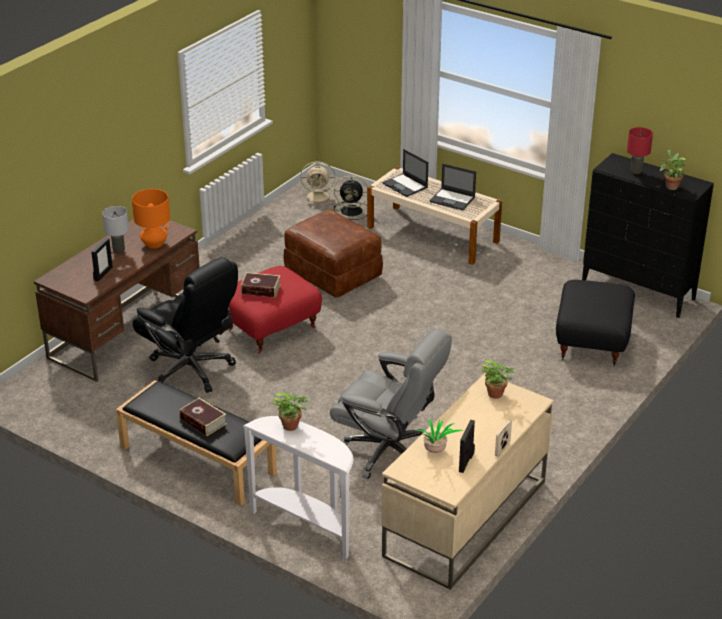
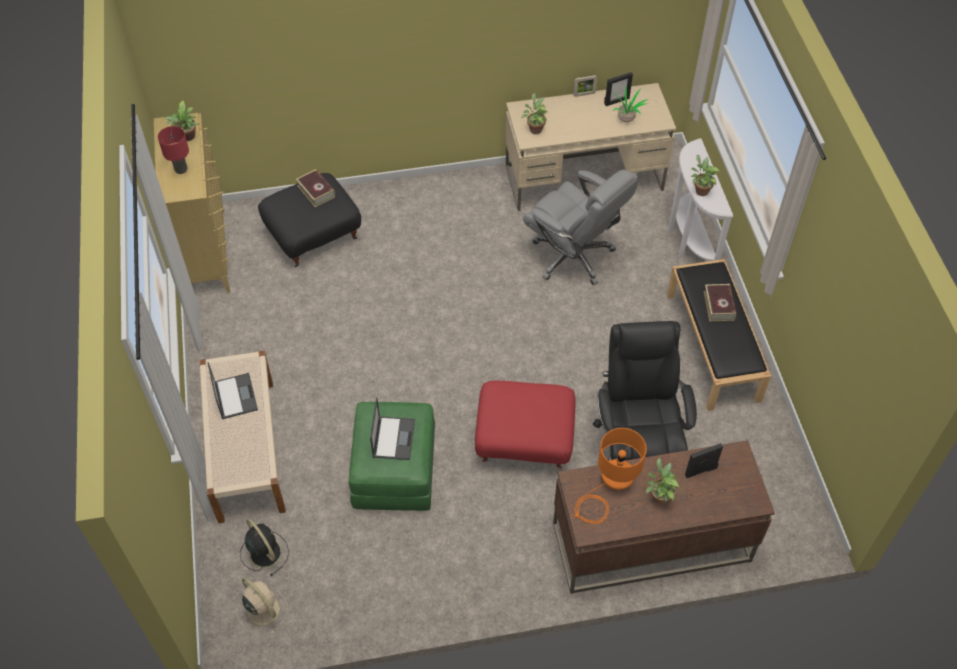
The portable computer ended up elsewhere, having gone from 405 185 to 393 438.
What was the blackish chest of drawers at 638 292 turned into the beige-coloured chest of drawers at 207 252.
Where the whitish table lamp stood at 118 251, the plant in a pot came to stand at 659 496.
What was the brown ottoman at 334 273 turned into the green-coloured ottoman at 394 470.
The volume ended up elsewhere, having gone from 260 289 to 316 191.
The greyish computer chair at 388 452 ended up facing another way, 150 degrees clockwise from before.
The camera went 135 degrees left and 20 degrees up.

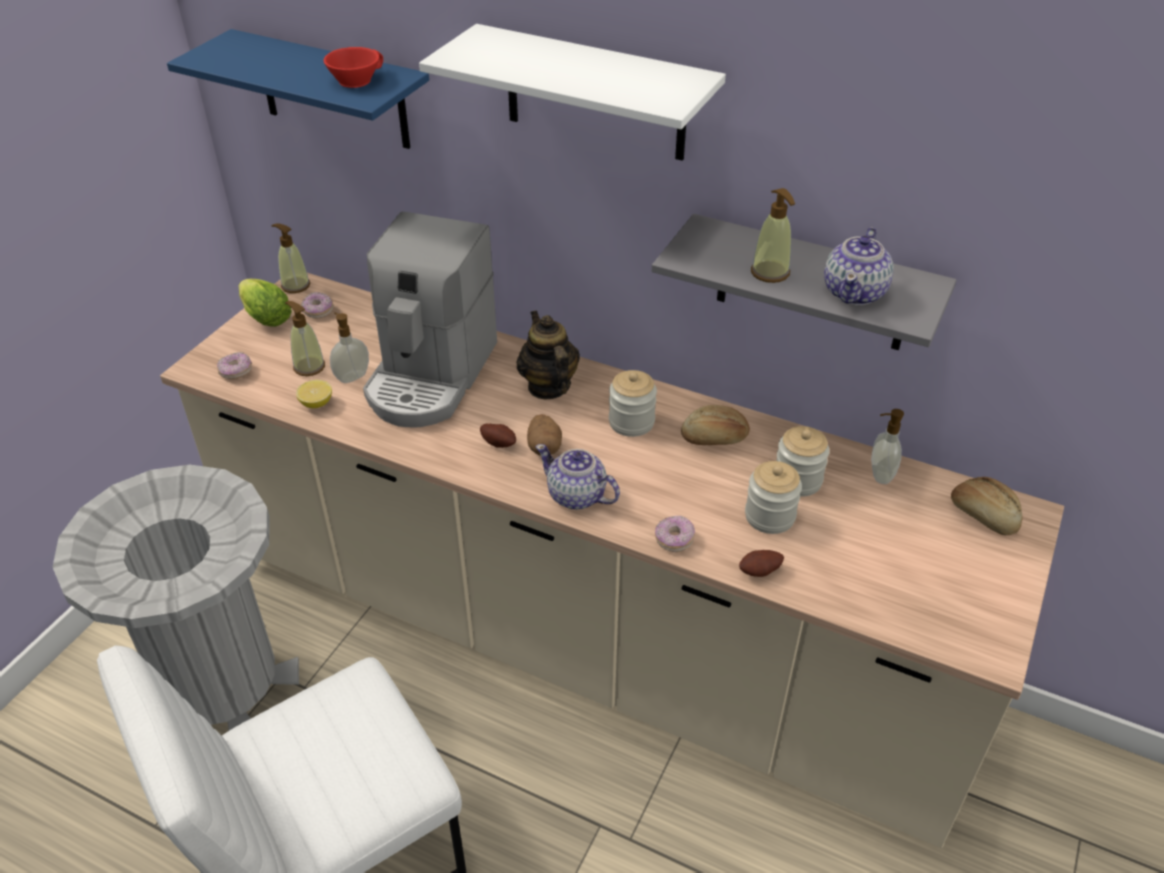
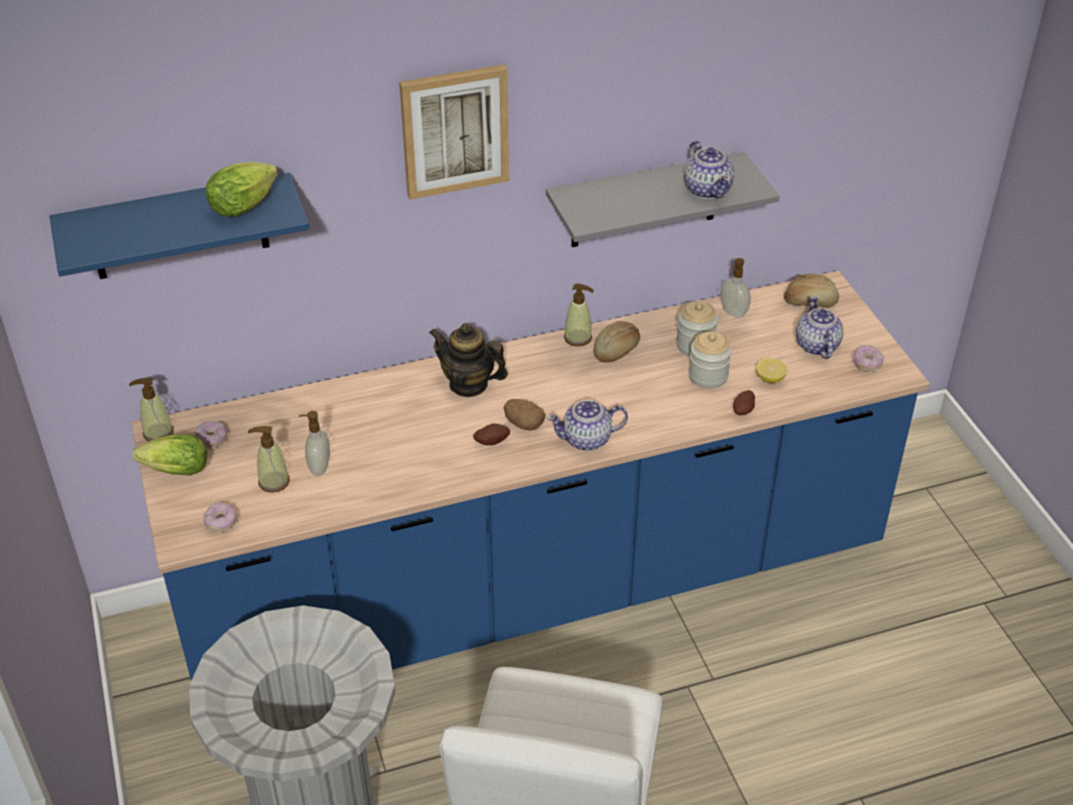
Where the whitish wall shelf hung at 595 94, the wall picture came to hang at 454 130.
Where the reddish small cup stood at 355 79, the lettuce head came to stand at 246 205.
The soap dispenser ended up elsewhere, having gone from 770 273 to 578 338.
The second view lost the coffee machine at 431 376.
What was the beige-coloured counter at 582 636 turned into the blue-coloured counter at 536 587.
The second view lost the storage jar at 631 422.
The citrus fruit ended up elsewhere, having gone from 316 403 to 770 379.
The donut ended up elsewhere, having gone from 674 540 to 867 364.
The second view gained the tea pot at 816 346.
The camera went 45 degrees left and 0 degrees up.

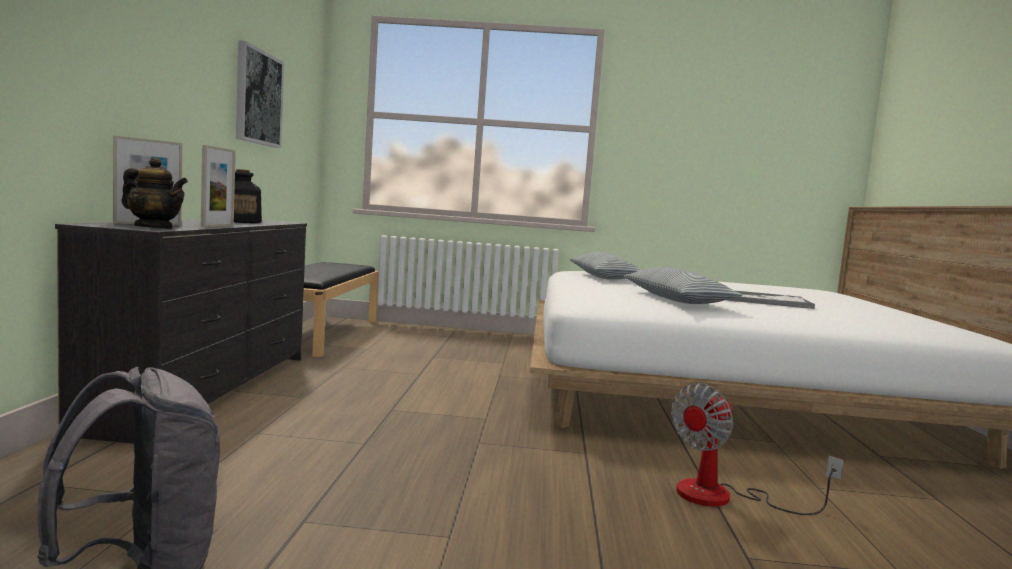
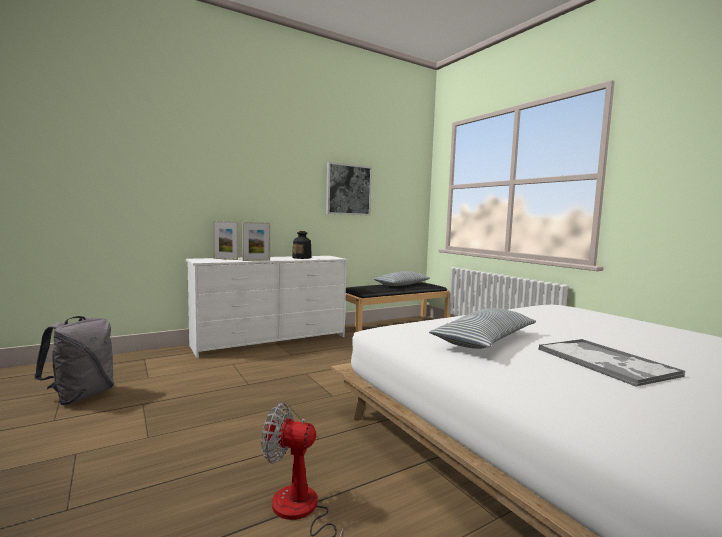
The second view lost the tea pot at 154 228.
What was the blackish chest of drawers at 207 390 turned into the whitish chest of drawers at 271 341.
The throw pillow ended up elsewhere, having gone from 603 277 to 402 285.
The camera went 55 degrees right and 0 degrees up.

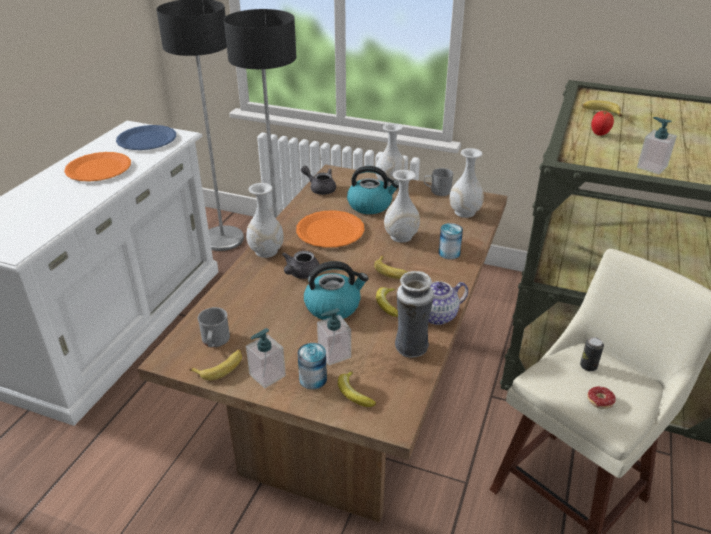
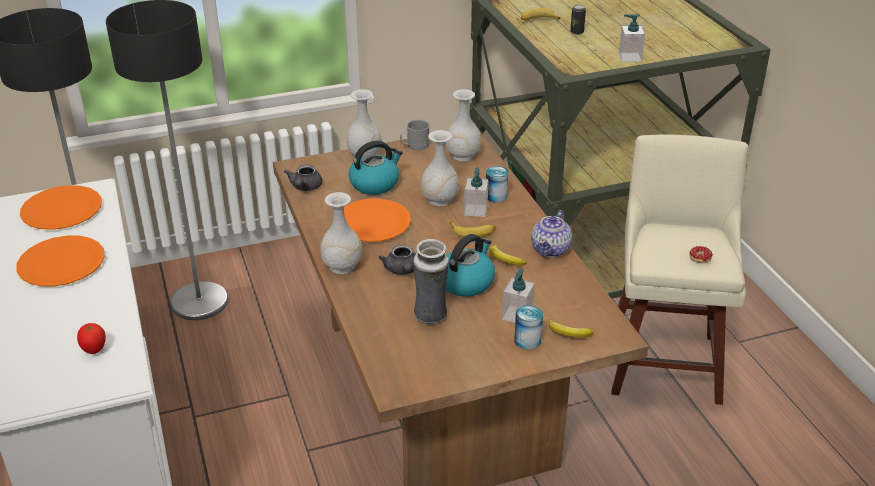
The tomato ended up elsewhere, having gone from 599 134 to 94 350.
What was the blue-coloured dinner plate at 147 140 turned into the orange dinner plate at 62 210.
The greyish tea pot at 320 188 ended up facing another way, 75 degrees counterclockwise from before.
The flower vase ended up elsewhere, having gone from 411 349 to 431 316.
The second view lost the greyish mug at 215 341.
The soap dispenser ended up elsewhere, having gone from 267 375 to 475 210.
The sealed can ended up elsewhere, having gone from 588 366 to 577 32.
The second view lost the banana fruit at 220 367.
The camera went 40 degrees left and 0 degrees up.

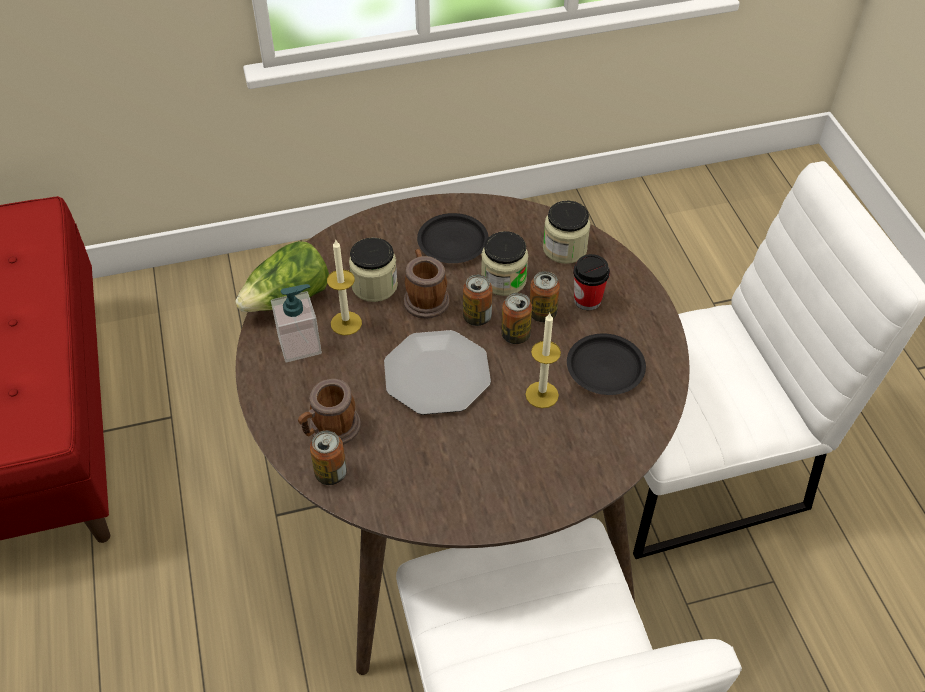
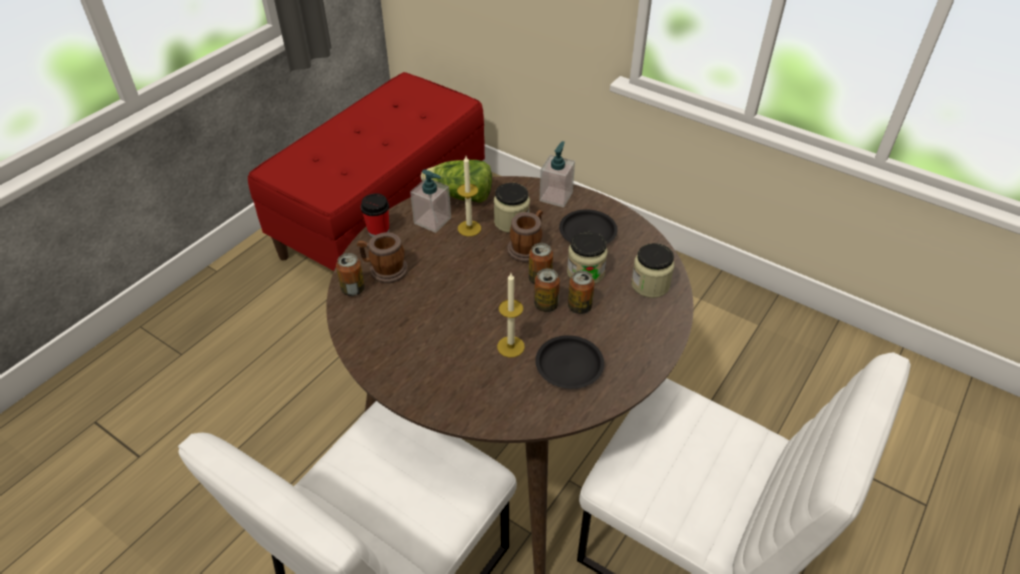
The small cup ended up elsewhere, having gone from 587 300 to 378 231.
The second view lost the dinner plate at 437 374.
The second view gained the soap dispenser at 556 196.
The camera went 50 degrees right and 5 degrees down.

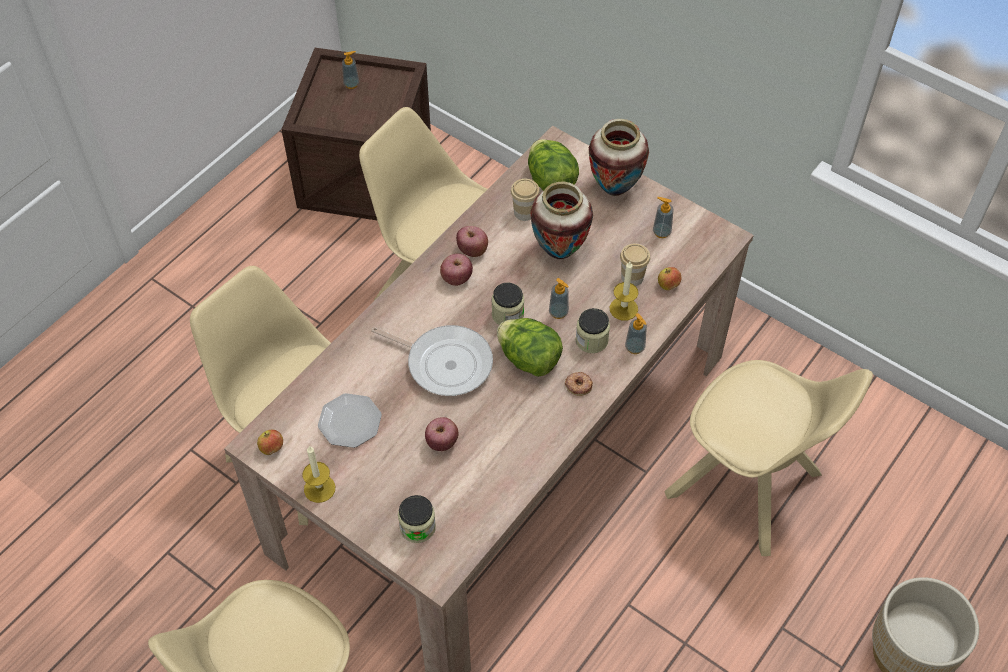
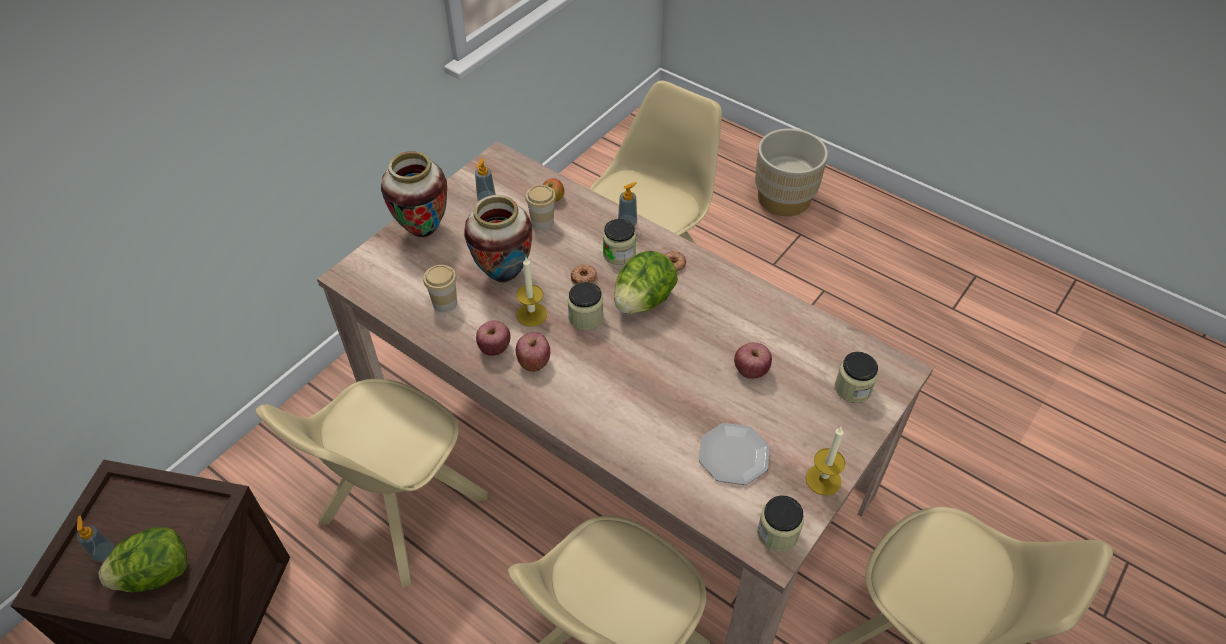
The lettuce head ended up elsewhere, having gone from 551 181 to 157 574.
The wax light ended up elsewhere, having gone from 623 308 to 531 314.
Where the soap dispenser stood at 558 312, the donut came to stand at 584 277.
The second view lost the skillet at 445 363.
Where the whole apple stood at 272 448, the storage jar came to stand at 777 533.
The camera went 90 degrees left and 5 degrees down.

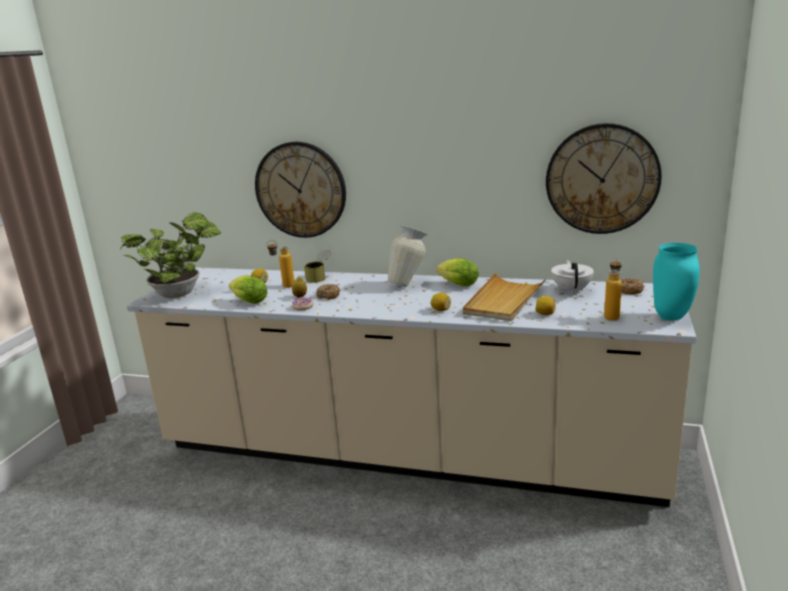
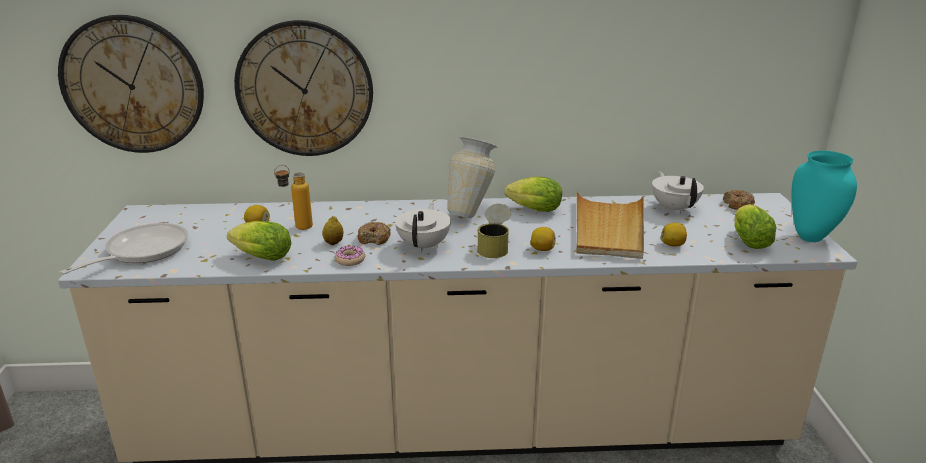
The hanging clock ended up elsewhere, having gone from 602 179 to 133 85.
Where the plant in a pot stood at 181 293, the skillet came to stand at 141 251.
The sealed can ended up elsewhere, having gone from 319 277 to 495 246.
Where the drink bottle stood at 612 315, the lettuce head came to stand at 748 240.
The second view gained the whitish tea pot at 424 246.
The camera went 20 degrees left and 5 degrees up.

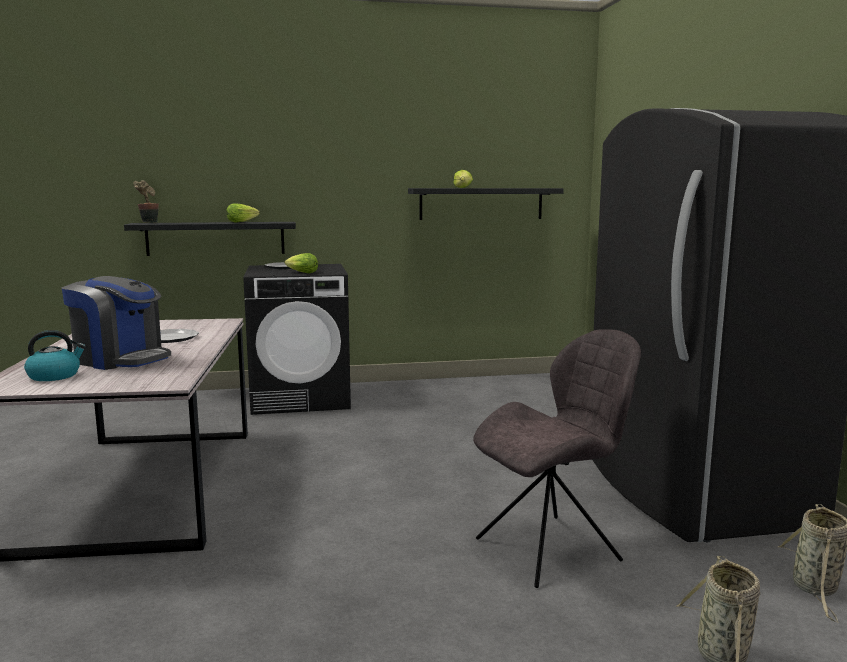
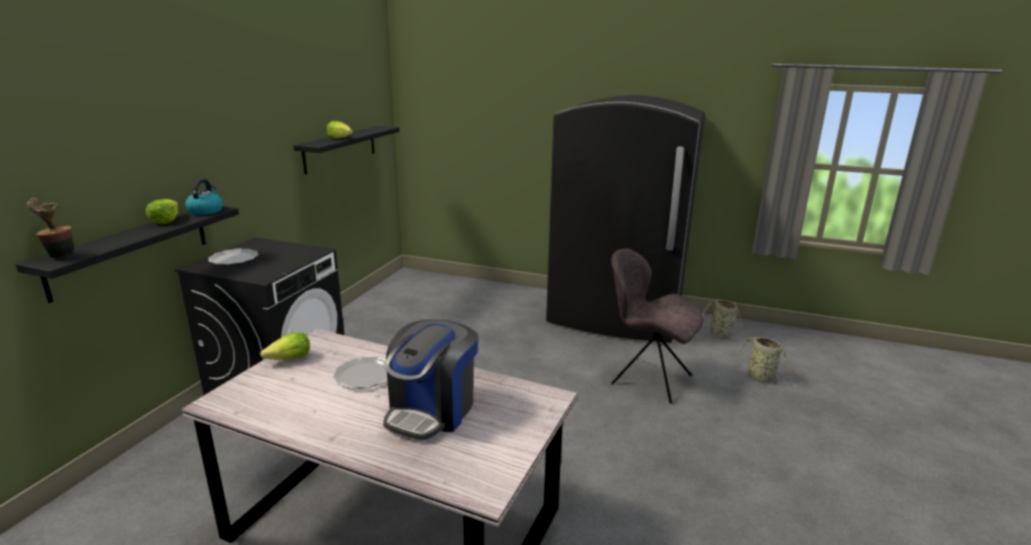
The lettuce head ended up elsewhere, having gone from 302 273 to 290 359.
The coffee machine at 121 359 ended up facing another way, 150 degrees clockwise from before.
The greyish plain chair at 552 548 ended up facing another way, 60 degrees counterclockwise from before.
The water kettle ended up elsewhere, having gone from 55 376 to 206 211.
The camera went 60 degrees left and 10 degrees up.

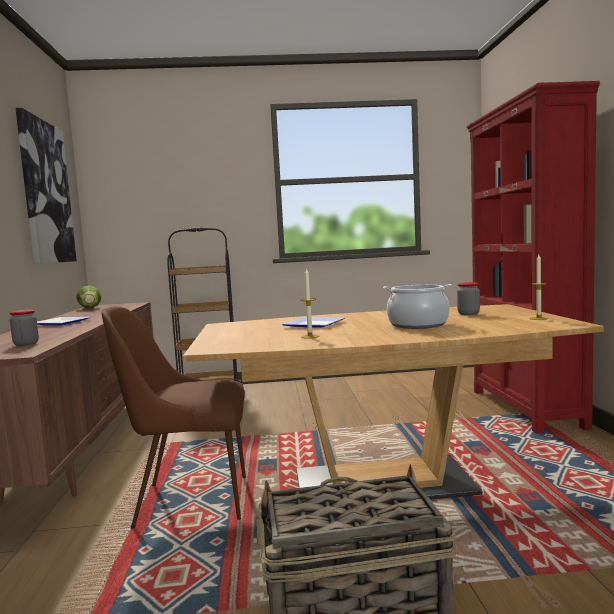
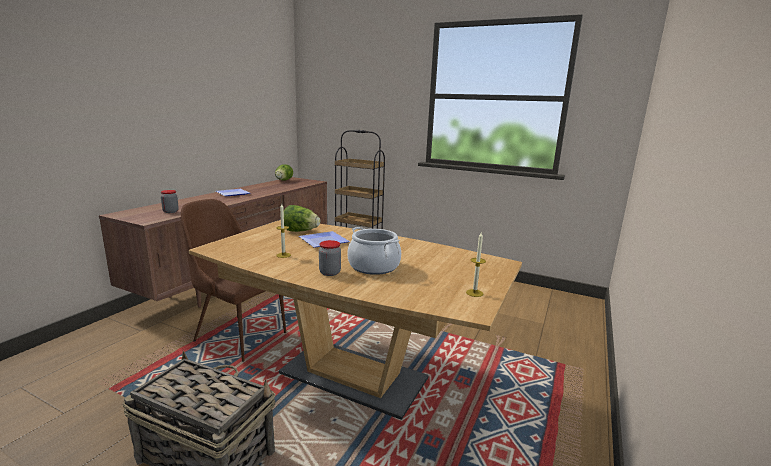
The second view lost the reddish bookcase at 526 408.
The second view lost the wall picture at 45 192.
The storage jar ended up elsewhere, having gone from 468 314 to 330 273.
The second view gained the lettuce head at 300 231.
The camera went 30 degrees right and 10 degrees up.

